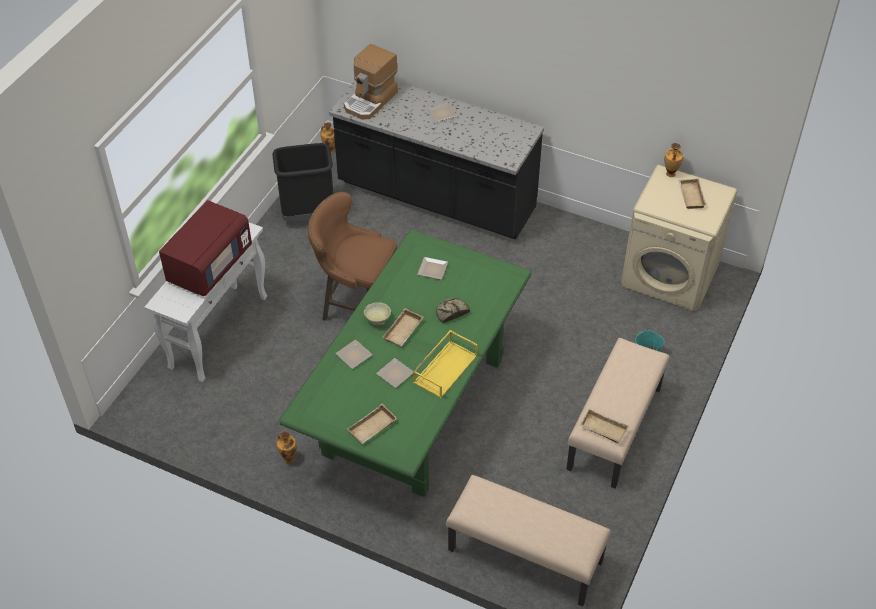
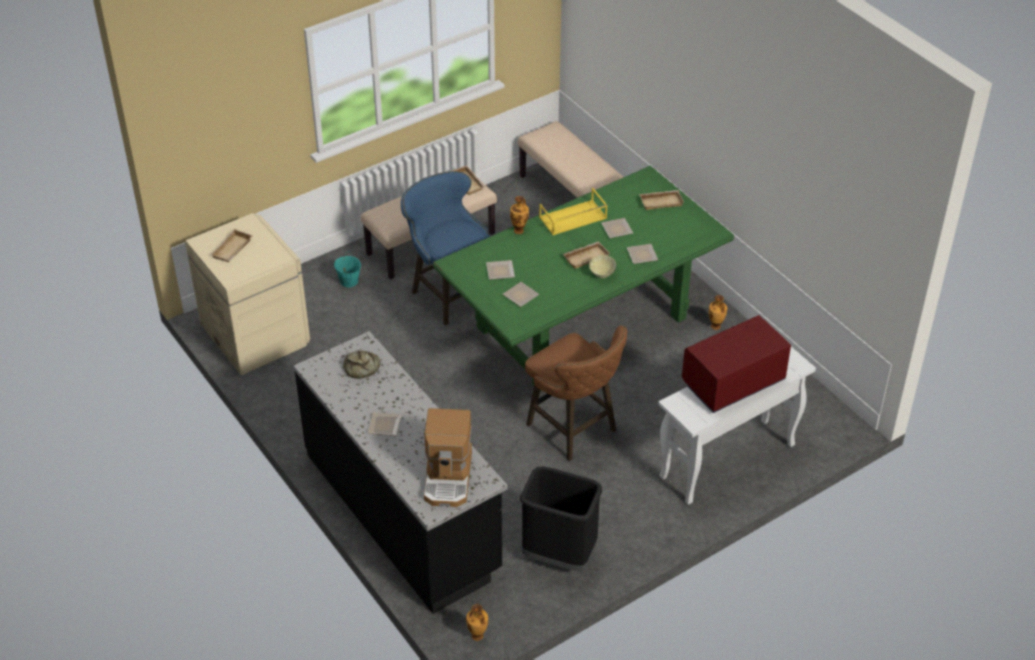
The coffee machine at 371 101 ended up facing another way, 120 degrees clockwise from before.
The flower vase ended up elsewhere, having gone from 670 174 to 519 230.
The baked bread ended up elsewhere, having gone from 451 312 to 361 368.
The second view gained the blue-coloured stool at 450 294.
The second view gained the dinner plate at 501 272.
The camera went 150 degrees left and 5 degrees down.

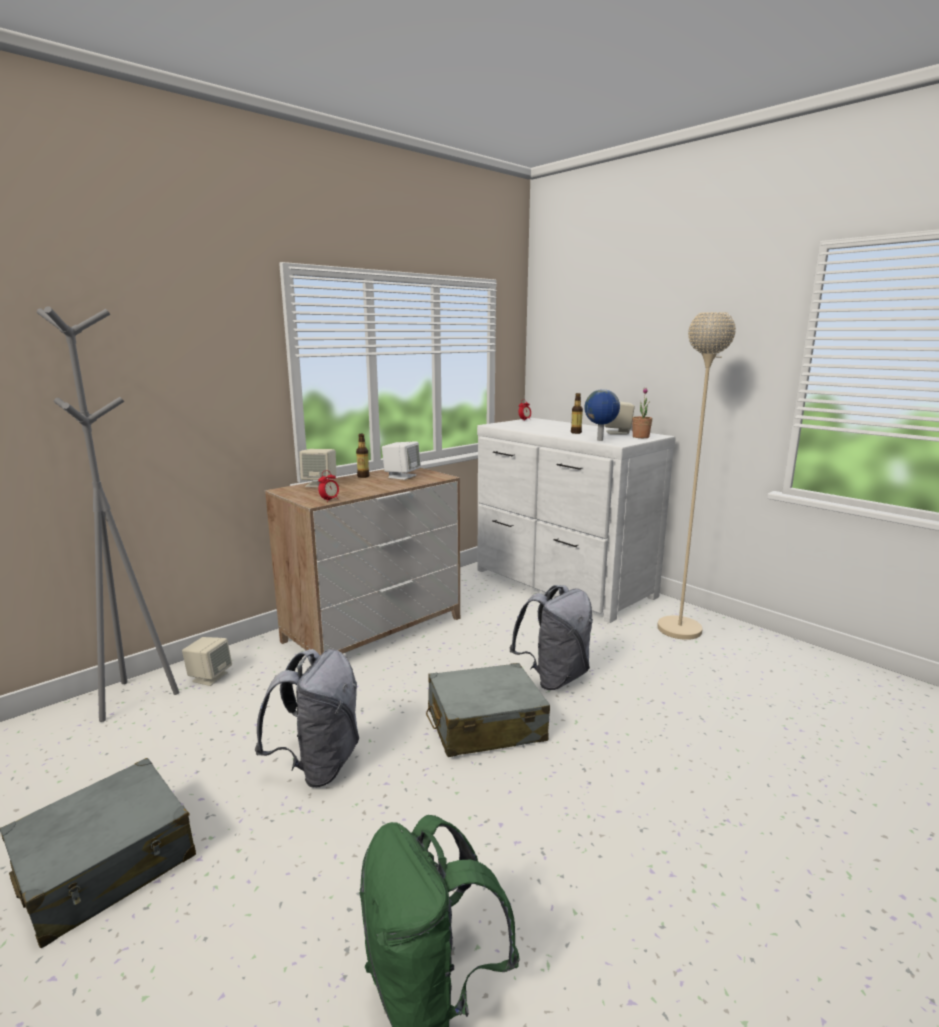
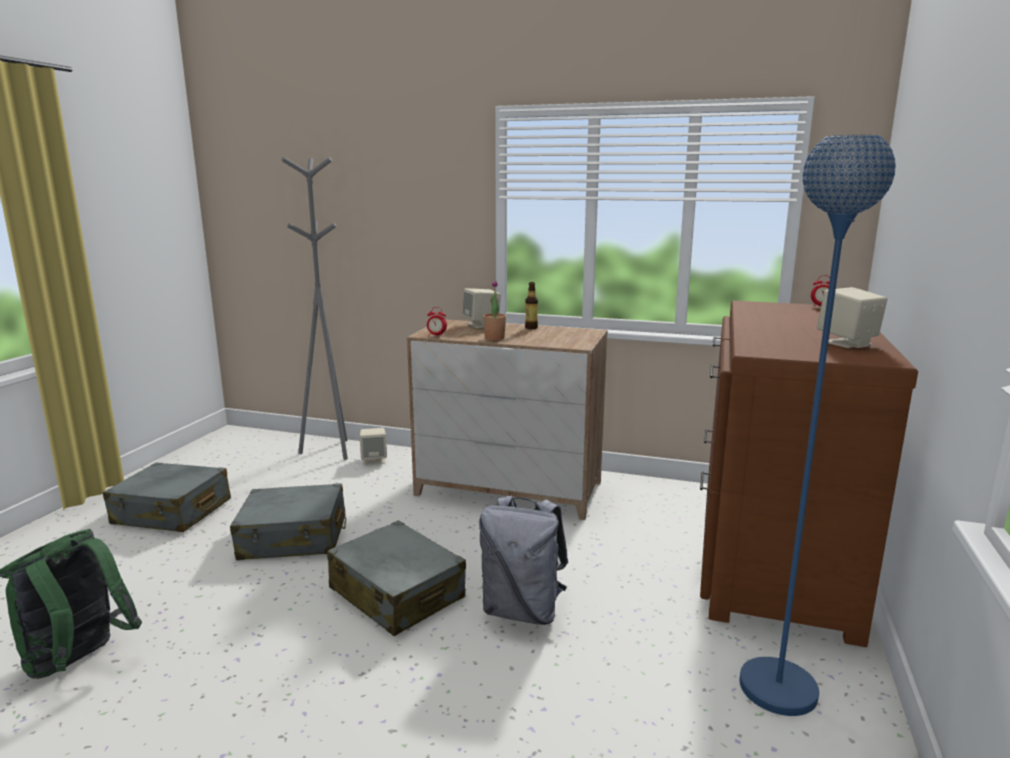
What was the beige-coloured floor lamp at 679 629 turned into the blue-coloured floor lamp at 778 689.
The plant in a pot ended up elsewhere, having gone from 640 437 to 494 338.
The second view lost the globe at 600 440.
The second view lost the drink bottle at 576 432.
What was the whitish chest of drawers at 561 584 turned into the brown chest of drawers at 770 555.
The second view lost the whitish speaker at 401 476.
Where the greyish backpack stood at 318 765, the greyish suitcase came to stand at 293 538.
The camera went 60 degrees right and 0 degrees up.

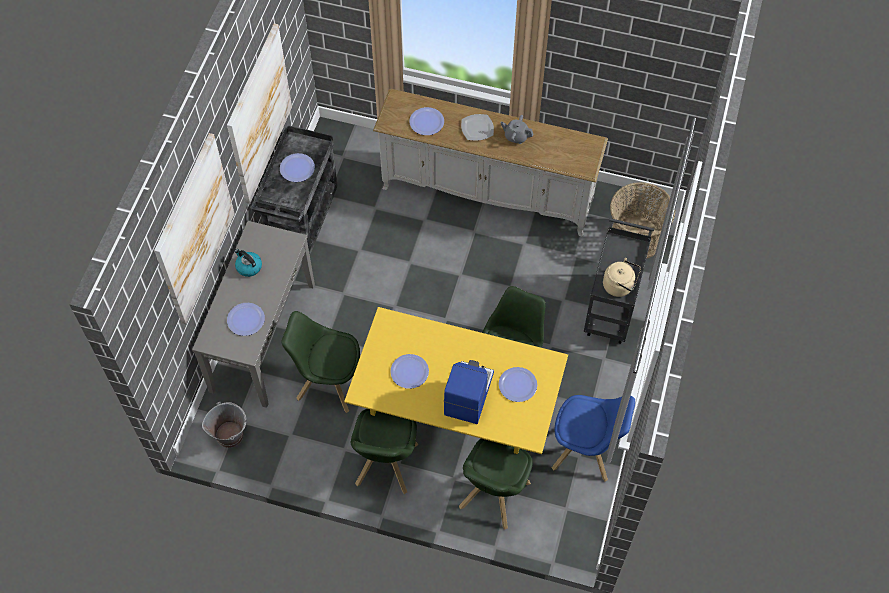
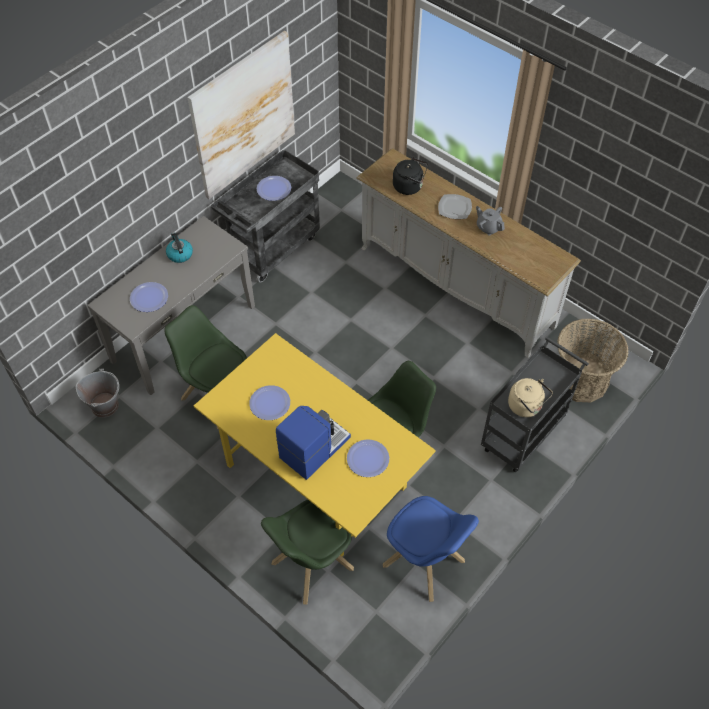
Where the dinner plate stood at 426 122, the blackish water kettle came to stand at 409 186.
The second view lost the wall picture at 194 230.
The second view lost the green-coloured plain chair at 386 464.
The camera went 25 degrees right and 5 degrees down.

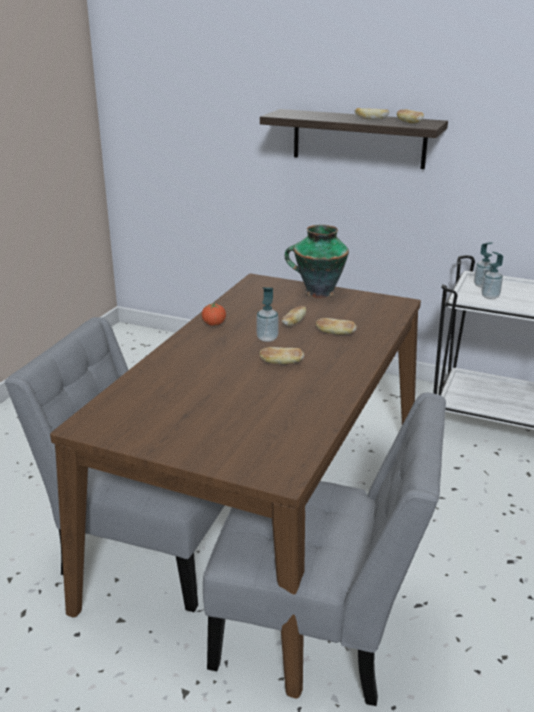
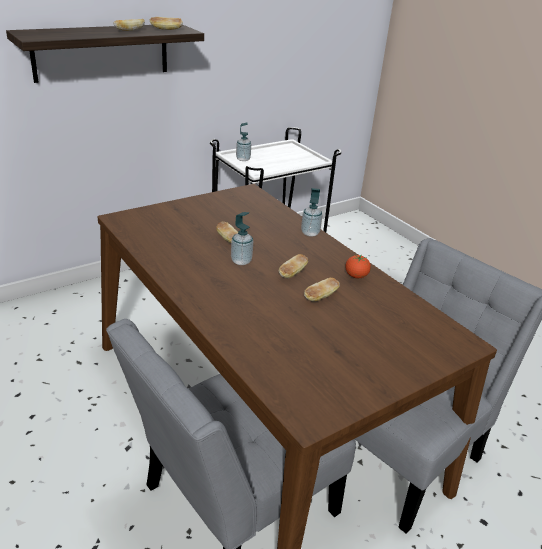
The second view lost the flower vase at 318 292.
The soap dispenser ended up elsewhere, having gone from 490 296 to 310 233.
The tomato ended up elsewhere, having gone from 214 324 to 356 276.
The baked bread ended up elsewhere, having gone from 335 333 to 321 297.
The camera went 60 degrees left and 5 degrees up.

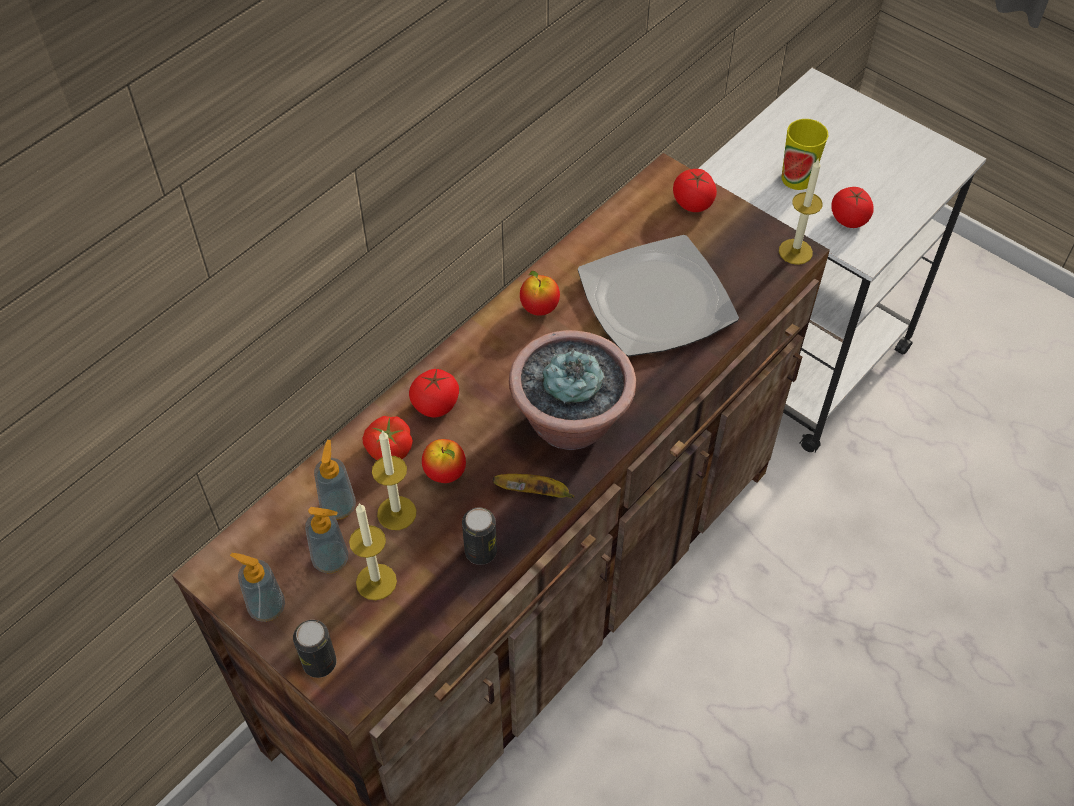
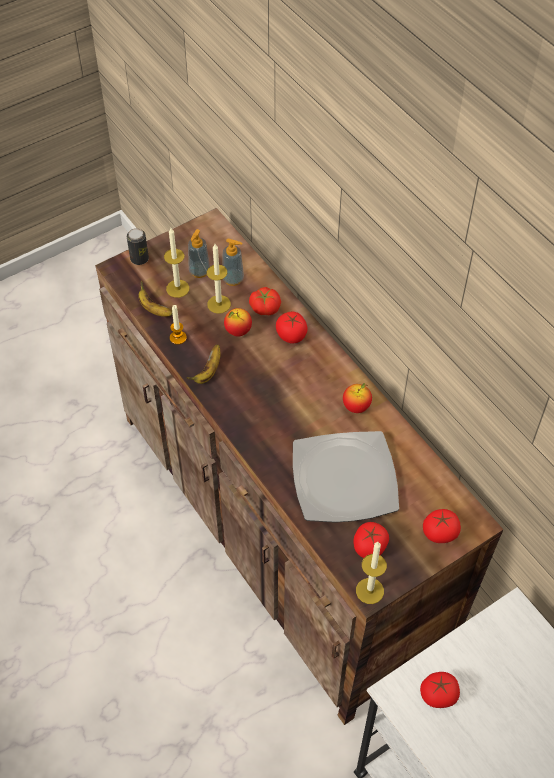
The second view lost the small cup at 797 178.
The second view lost the plant in a pot at 570 422.
Where the sealed can stood at 480 551, the wax light came to stand at 178 338.
The second view lost the soap dispenser at 267 607.
The second view gained the banana fruit at 154 309.
The second view gained the tomato at 369 547.
The camera went 105 degrees right and 0 degrees up.

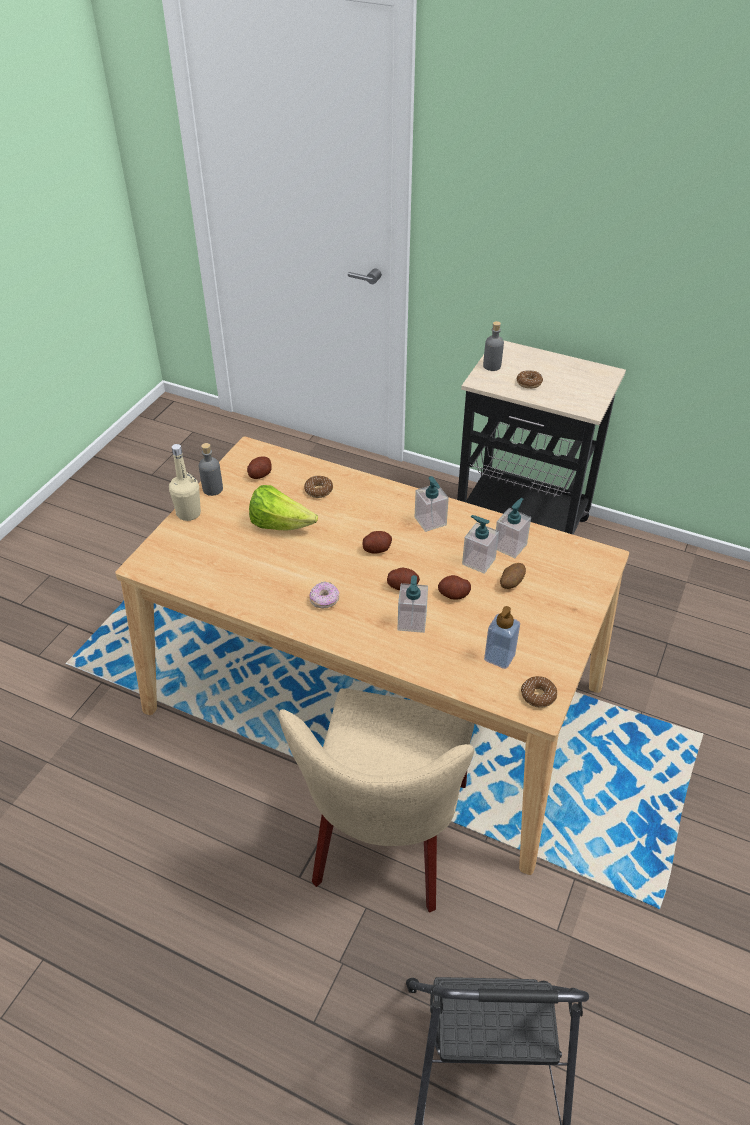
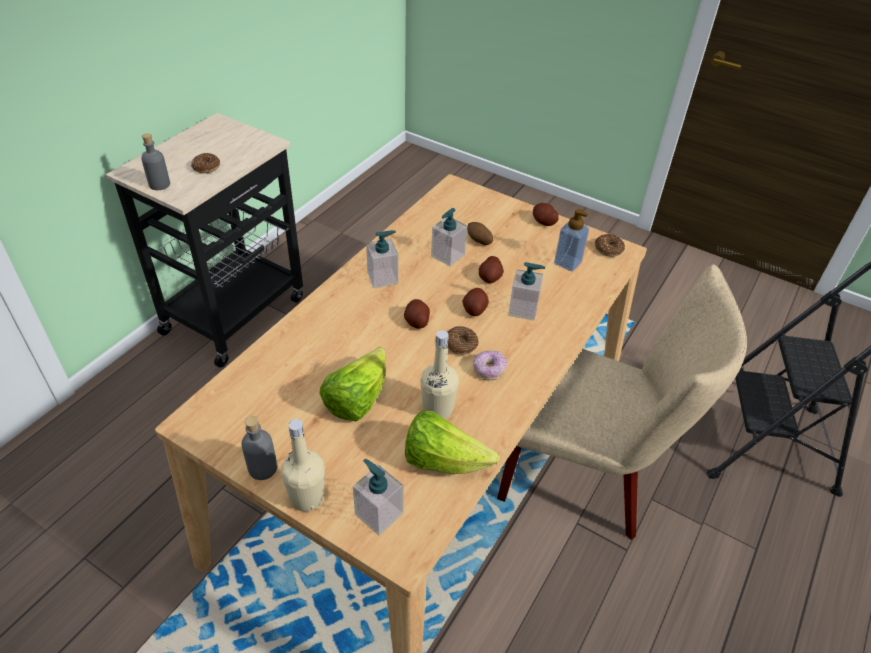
The whole potato ended up elsewhere, having gone from 260 474 to 543 222.
The donut ended up elsewhere, having gone from 318 490 to 460 344.
The soap dispenser ended up elsewhere, having gone from 510 546 to 378 513.
The second view gained the beige-coloured drink bottle at 437 409.
The second view gained the lettuce head at 443 461.
The camera went 85 degrees left and 0 degrees up.

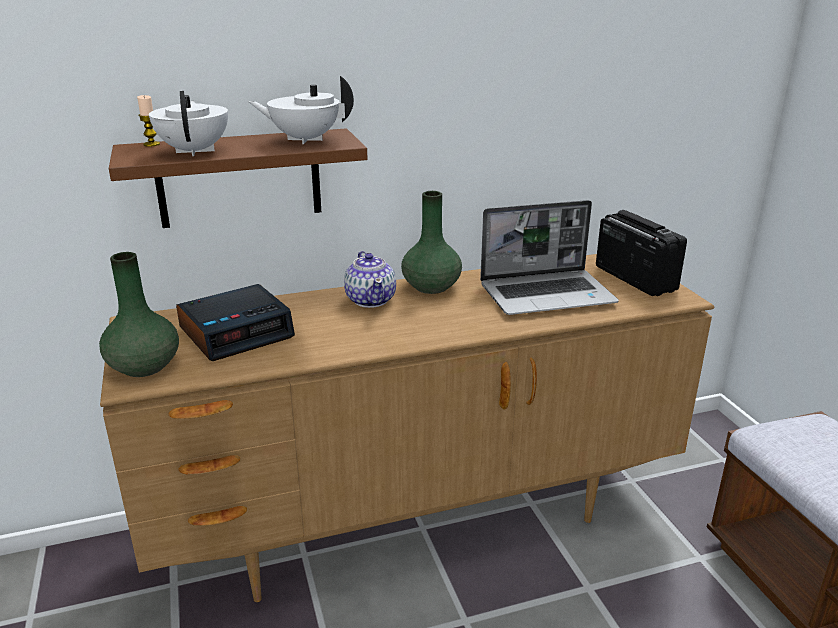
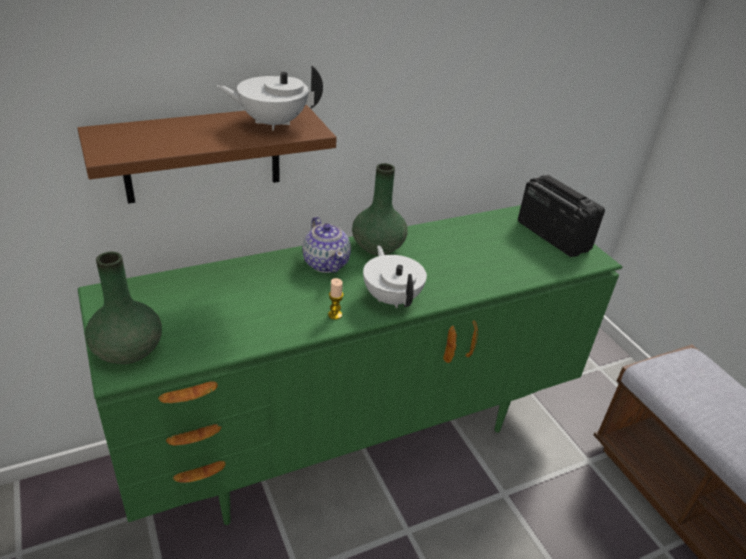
The whitish tea pot ended up elsewhere, having gone from 195 151 to 392 298.
The wax light ended up elsewhere, having gone from 151 144 to 335 315.
The second view lost the portable computer at 548 294.
What was the brown chest of drawers at 417 524 turned into the green-coloured chest of drawers at 356 440.
The second view lost the bedside clock at 237 332.
The camera went 10 degrees left and 10 degrees up.

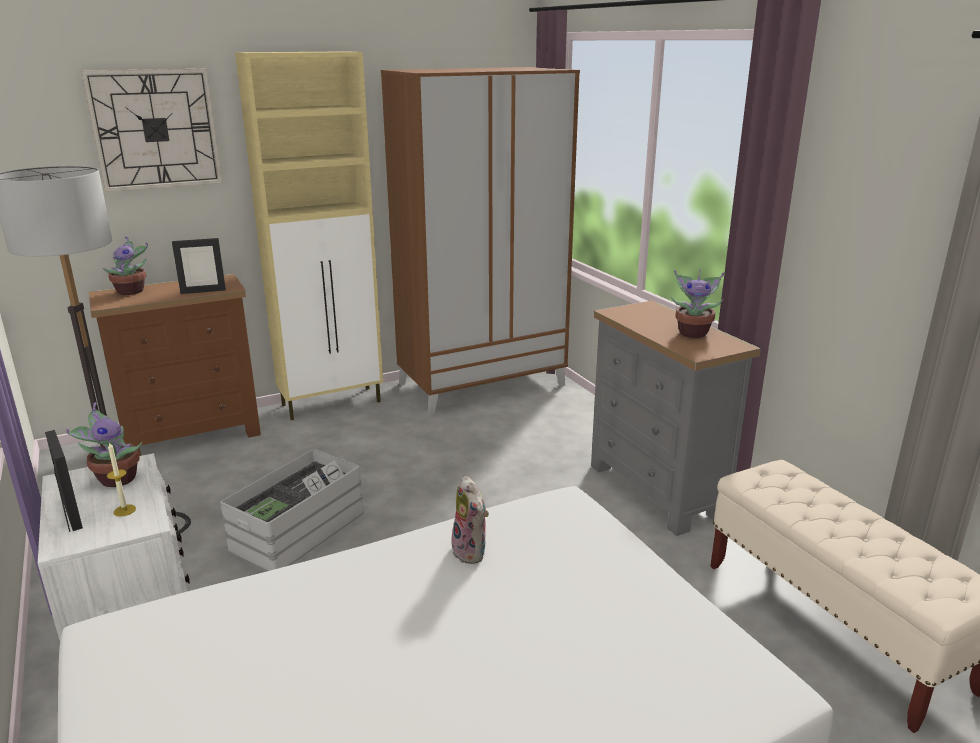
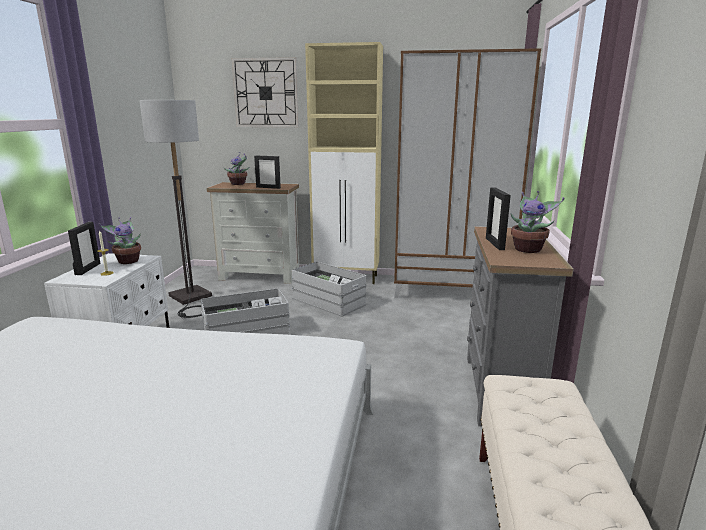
What was the brown chest of drawers at 193 436 turned into the whitish chest of drawers at 260 276.
The second view lost the plush toy at 472 552.
The second view gained the picture frame at 495 244.
The second view gained the greyish storage box at 329 301.
The camera went 35 degrees right and 5 degrees down.

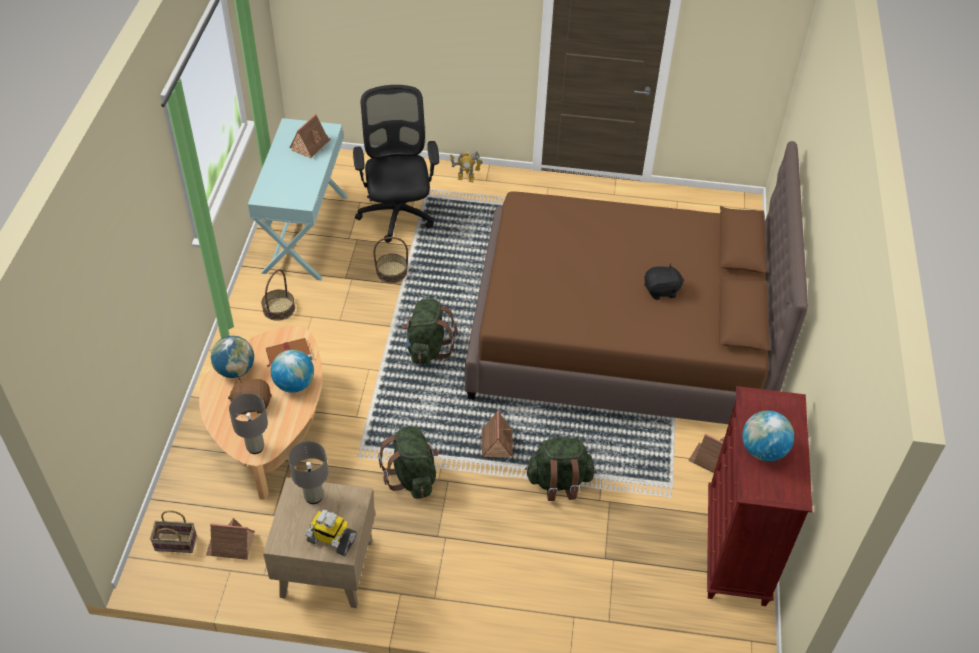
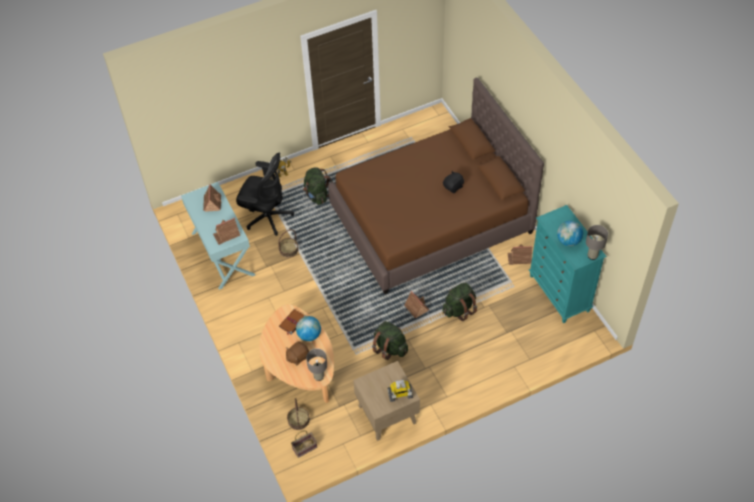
The blackish computer chair at 398 218 ended up facing another way, 150 degrees clockwise from before.
The basket ended up elsewhere, having gone from 278 308 to 298 420.
The green-coloured backpack ended up elsewhere, having gone from 427 348 to 317 195.
The second view lost the globe at 235 370.
What was the reddish chest of drawers at 736 550 turned into the turquoise chest of drawers at 559 294.
The greyish table lamp ended up elsewhere, having gone from 313 496 to 592 256.
The miniature house ended up elsewhere, having gone from 231 545 to 226 234.
The camera went 30 degrees left and 5 degrees up.

